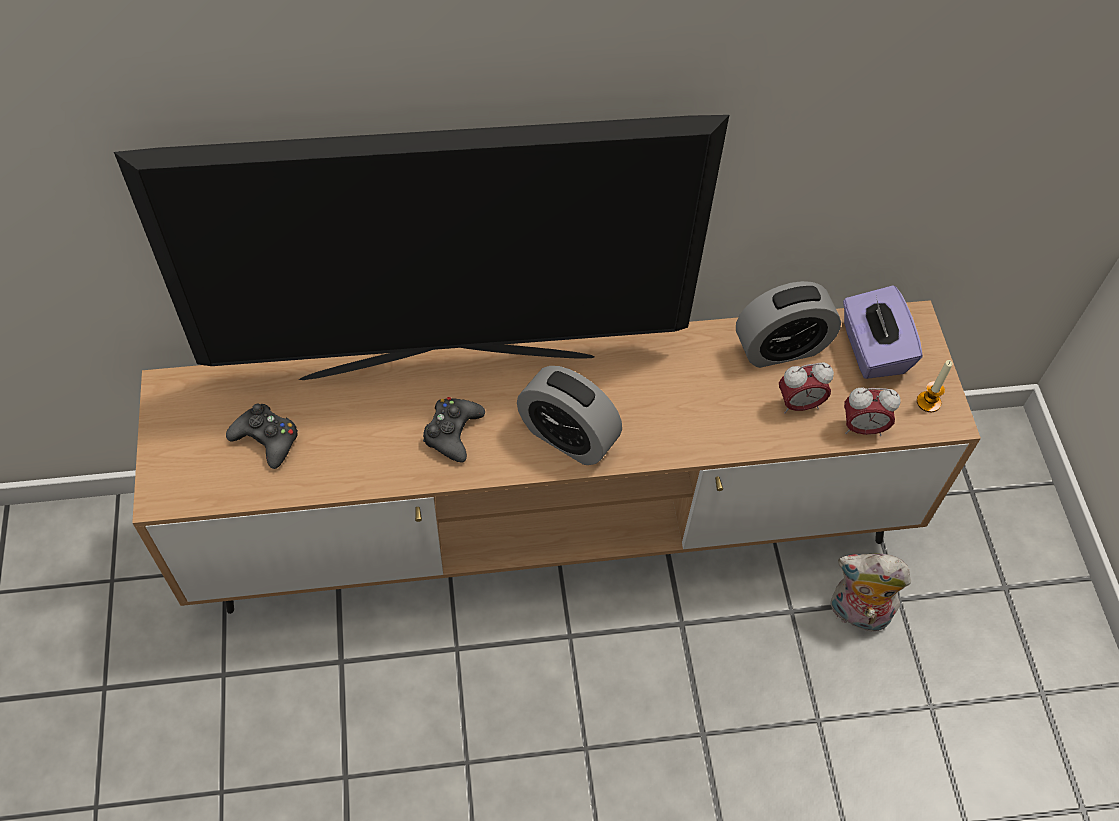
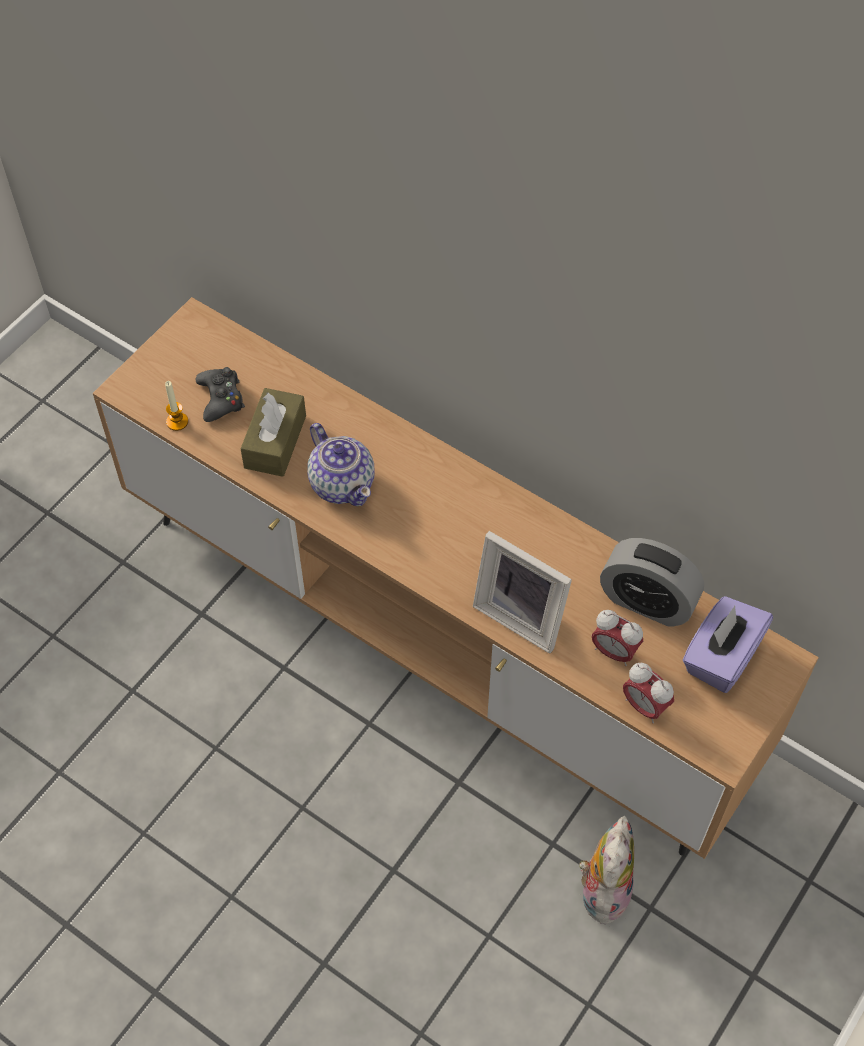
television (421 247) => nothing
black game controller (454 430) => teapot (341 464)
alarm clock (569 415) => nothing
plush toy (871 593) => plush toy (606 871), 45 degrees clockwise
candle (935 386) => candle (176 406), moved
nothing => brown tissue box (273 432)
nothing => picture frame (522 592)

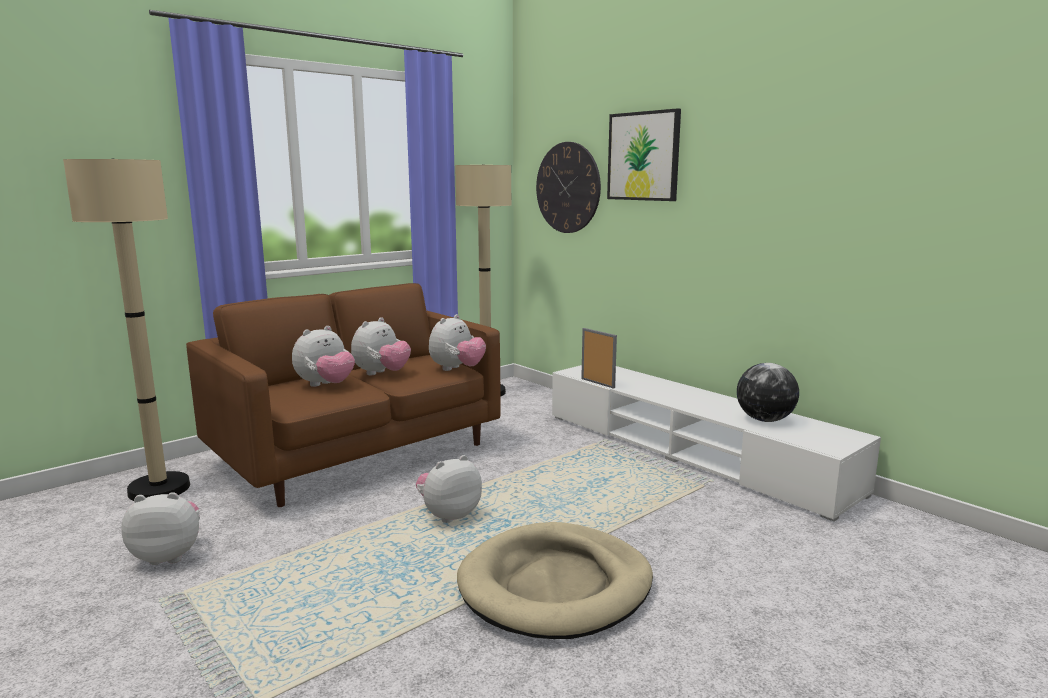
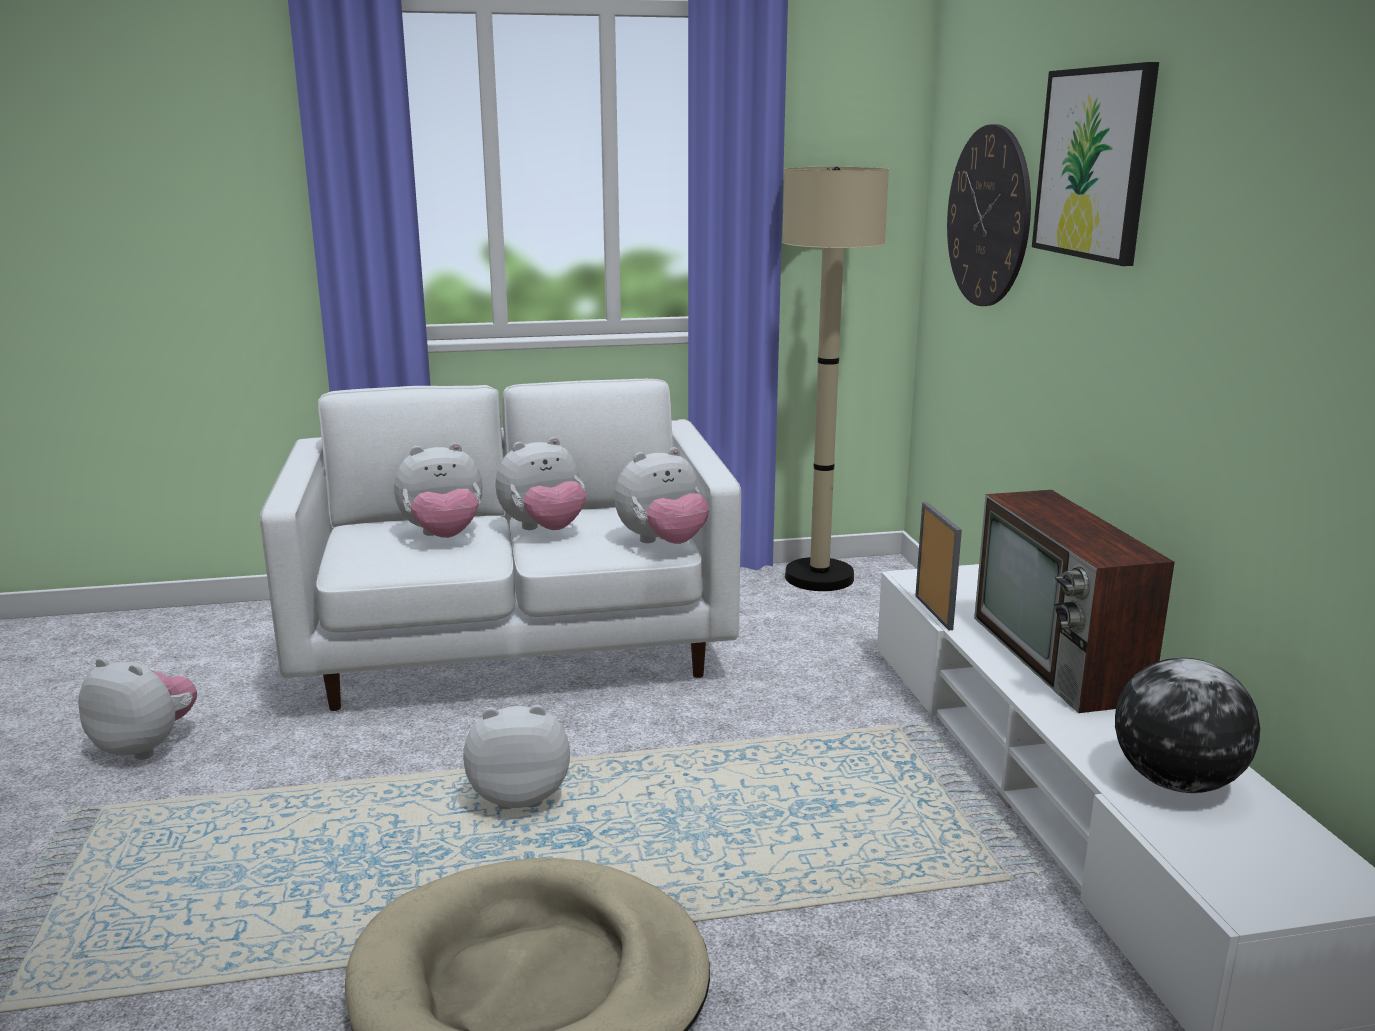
beige floor lamp (126 330) => nothing
brown sofa (343 395) => white sofa (500 545)
nothing => television (1074 601)

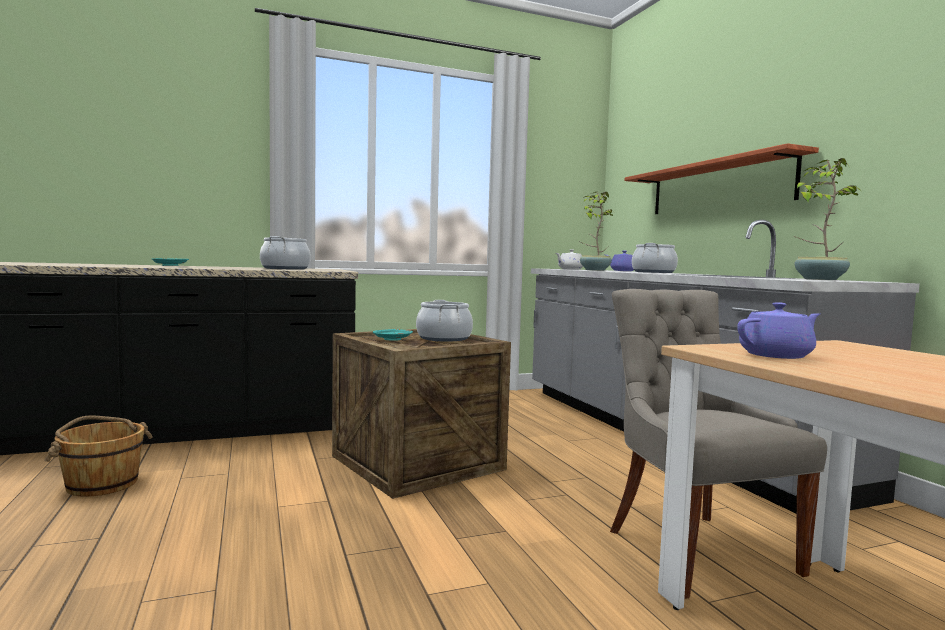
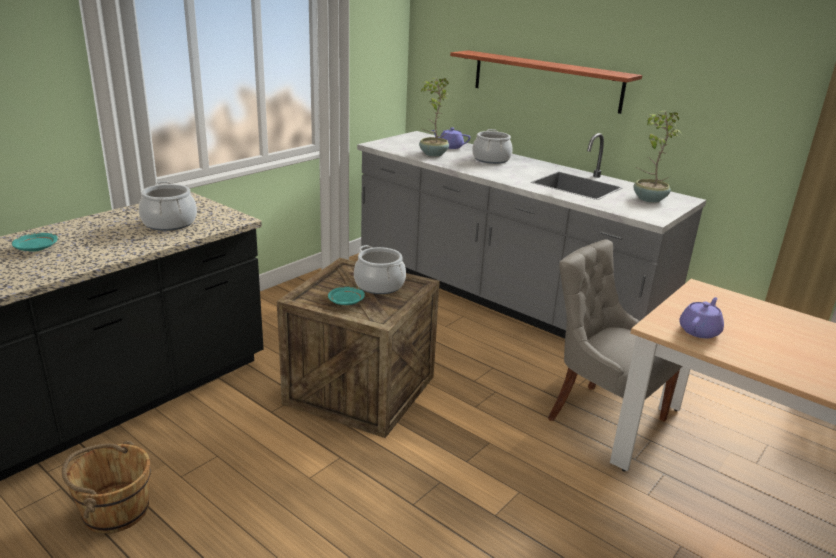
white teapot (569 259) => nothing

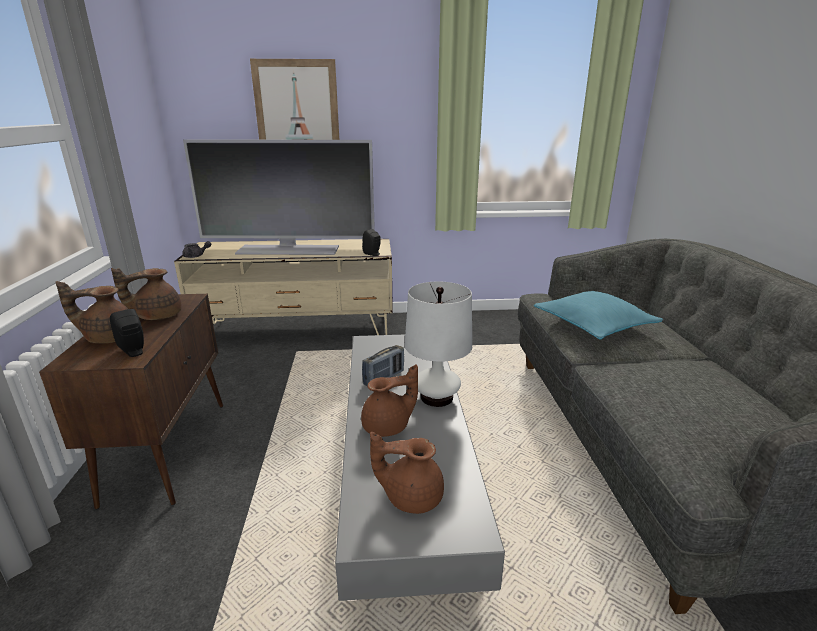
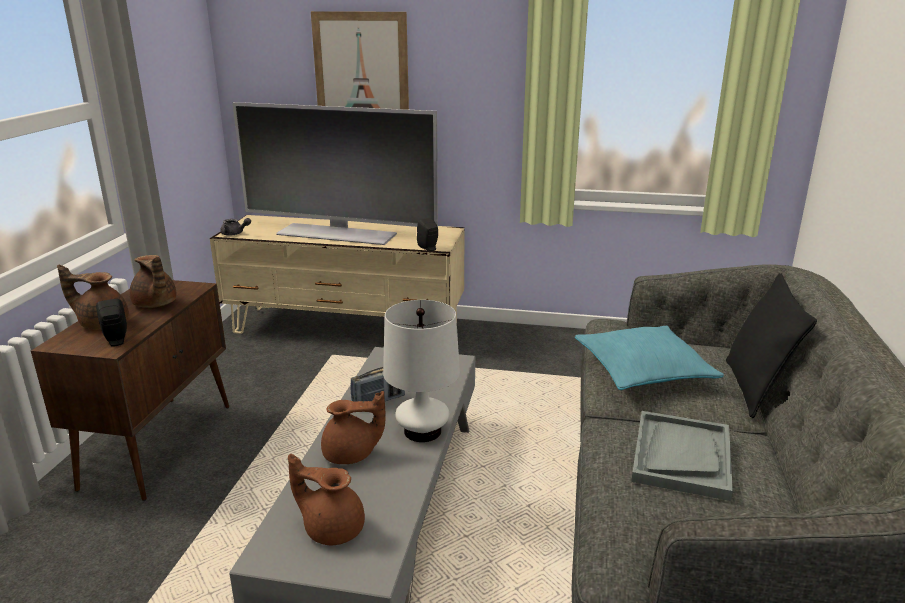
brown teapot (146 294) => brown teapot (153 281), 105 degrees counterclockwise
nothing => grey tray (682 456)
nothing => black pillow (771 345)

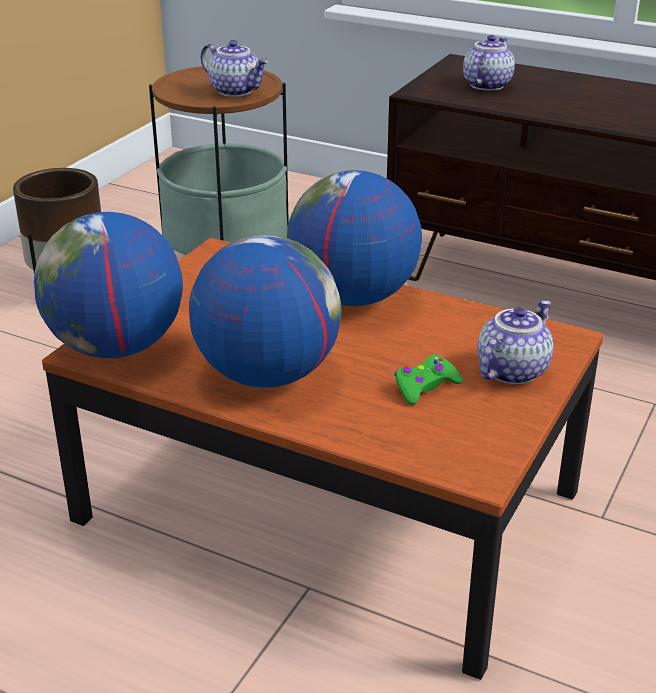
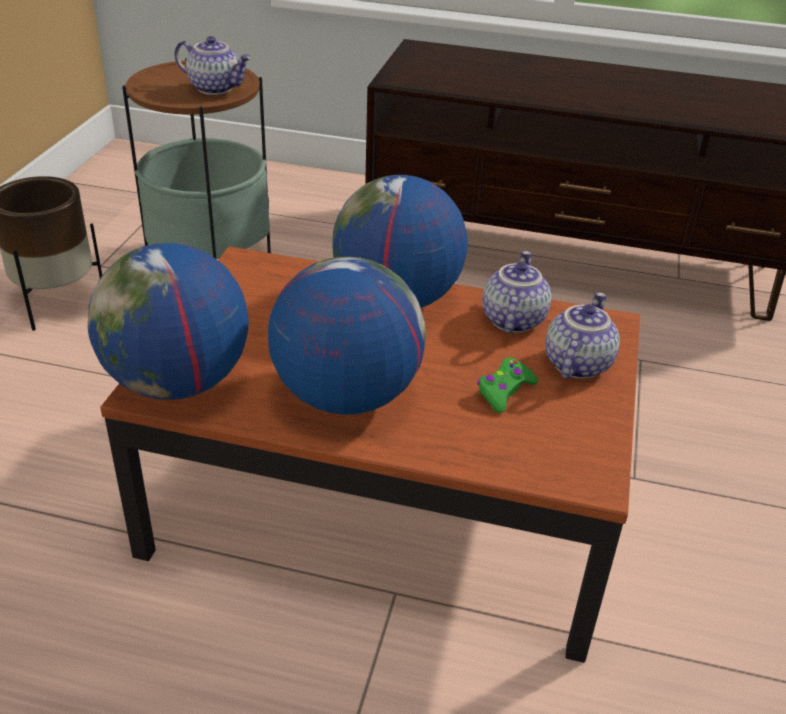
teapot (489 63) => teapot (516 292), moved

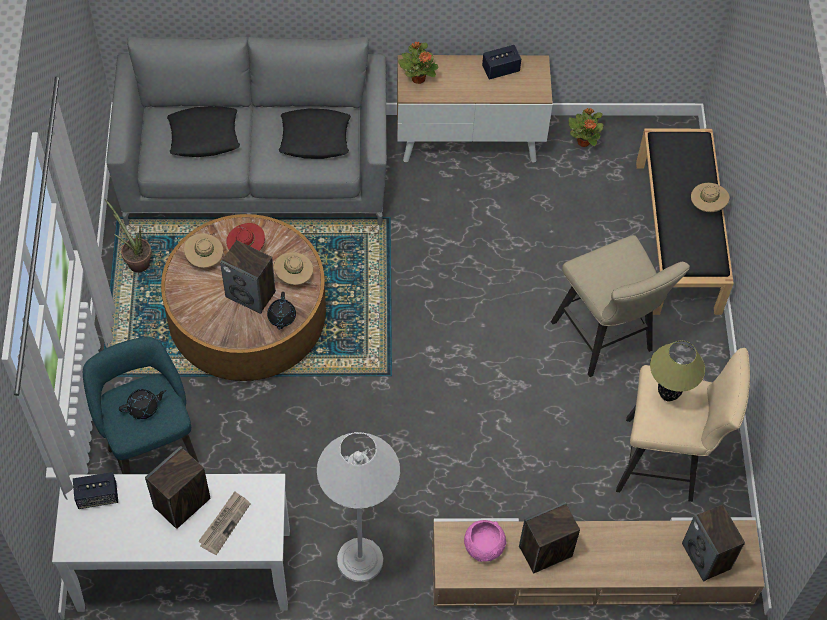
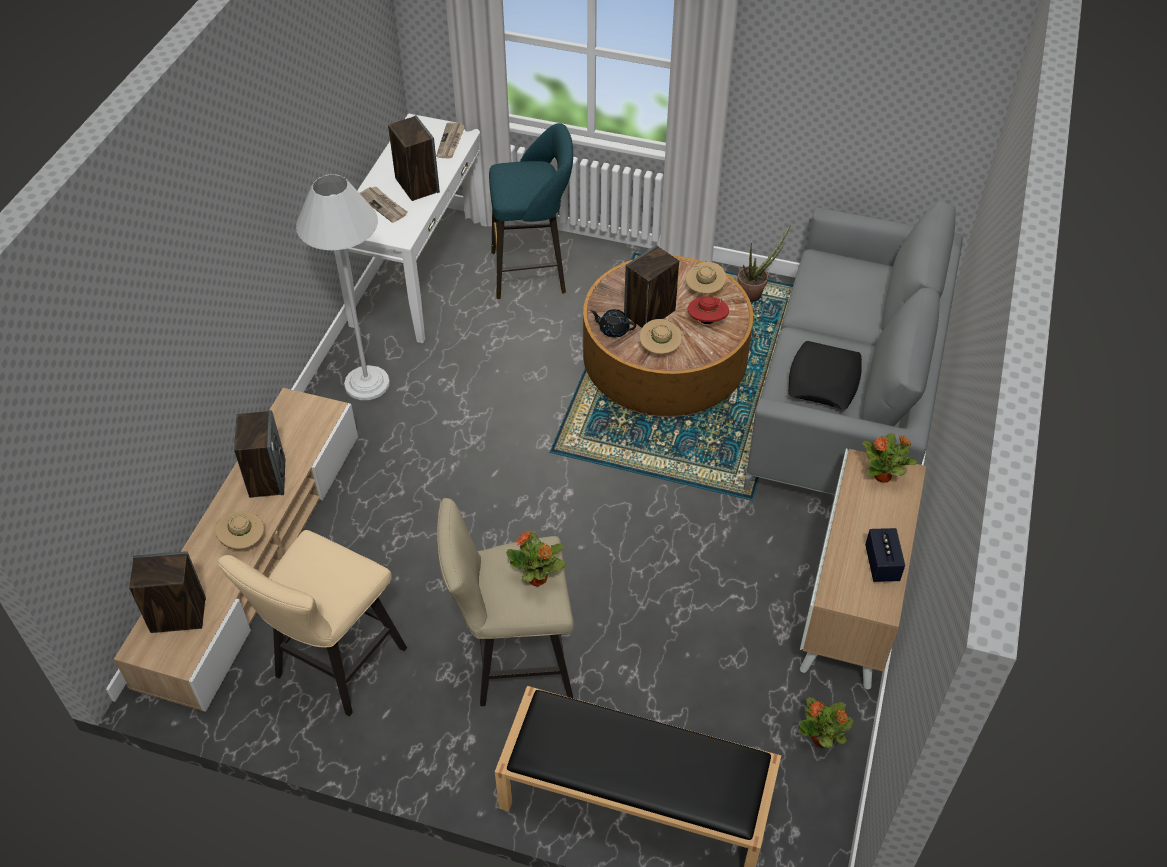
speaker (95 490) => newspaper (450 140)
black teapot (142 404) => nothing
black pillow (203 131) => nothing
pink bowl (485 541) => nothing
table lamp (677 370) => nothing
beige hat (710 197) => beige hat (239 530), moved
nothing => potted plant (536 558)

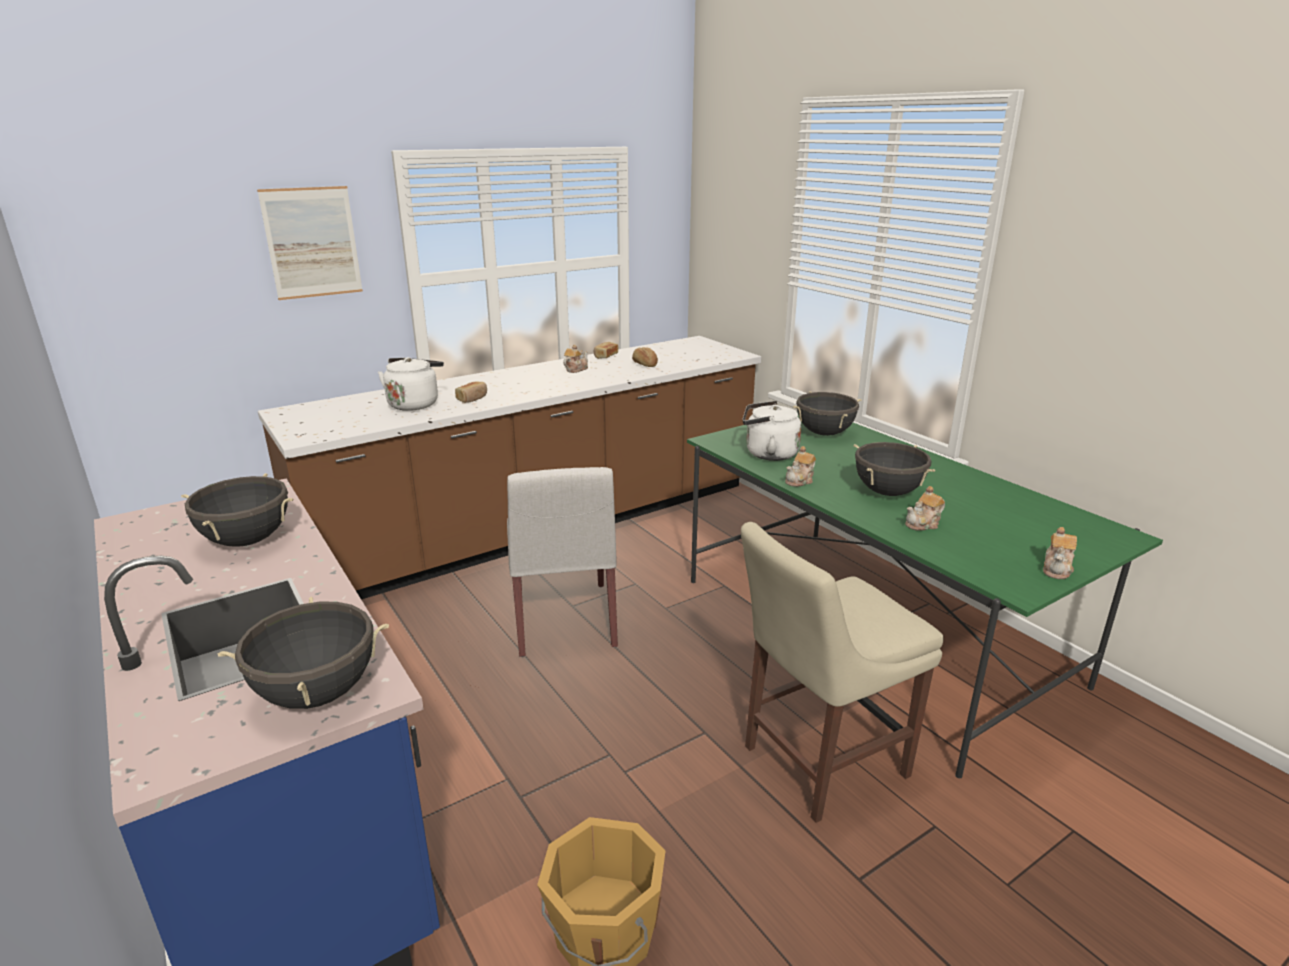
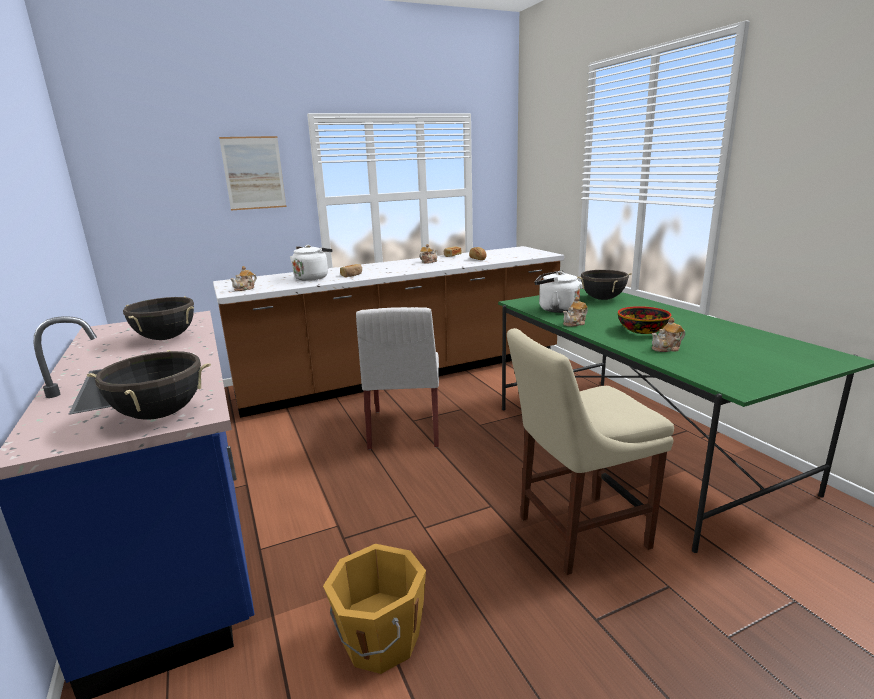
black cooking pot (894 469) => bowl (644 320)
teapot (1060 553) => teapot (243 278), moved

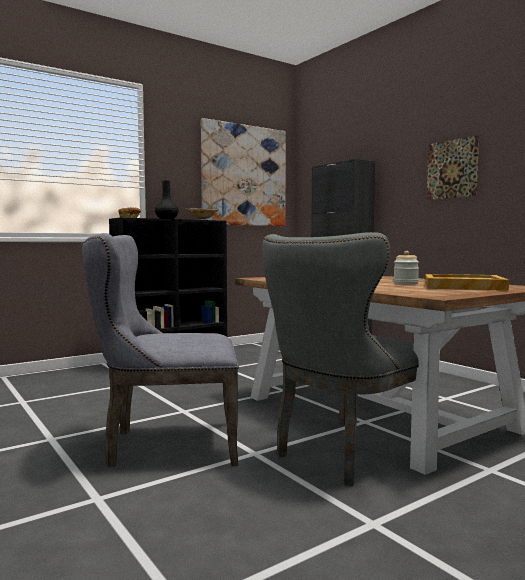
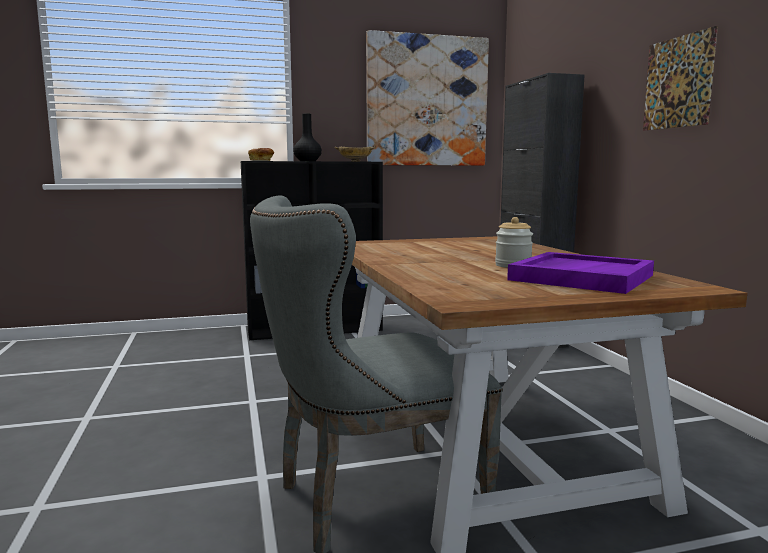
grey chair (160 350) => nothing
beige tray (467 282) => purple tray (580 273)

